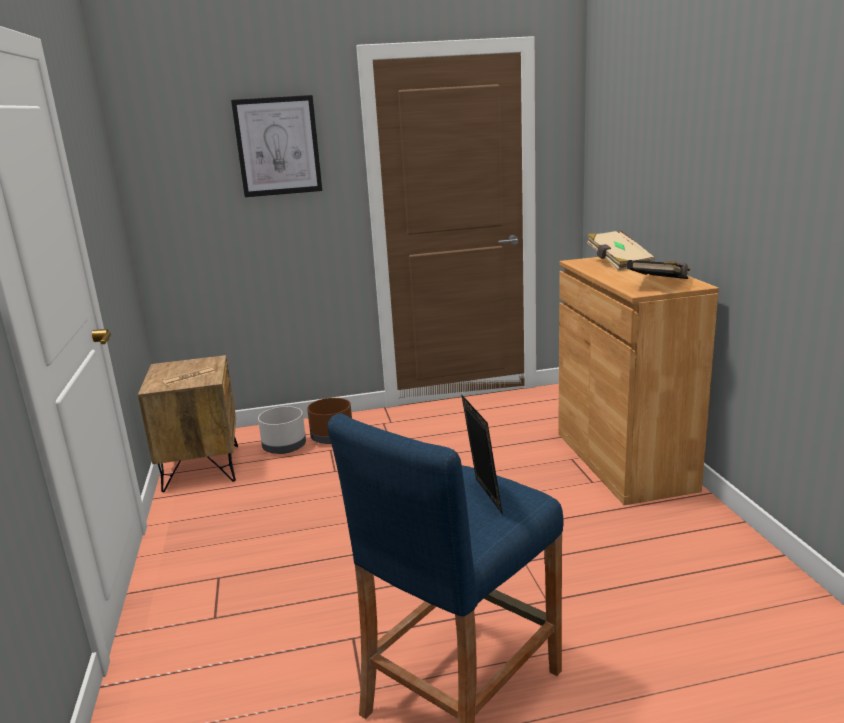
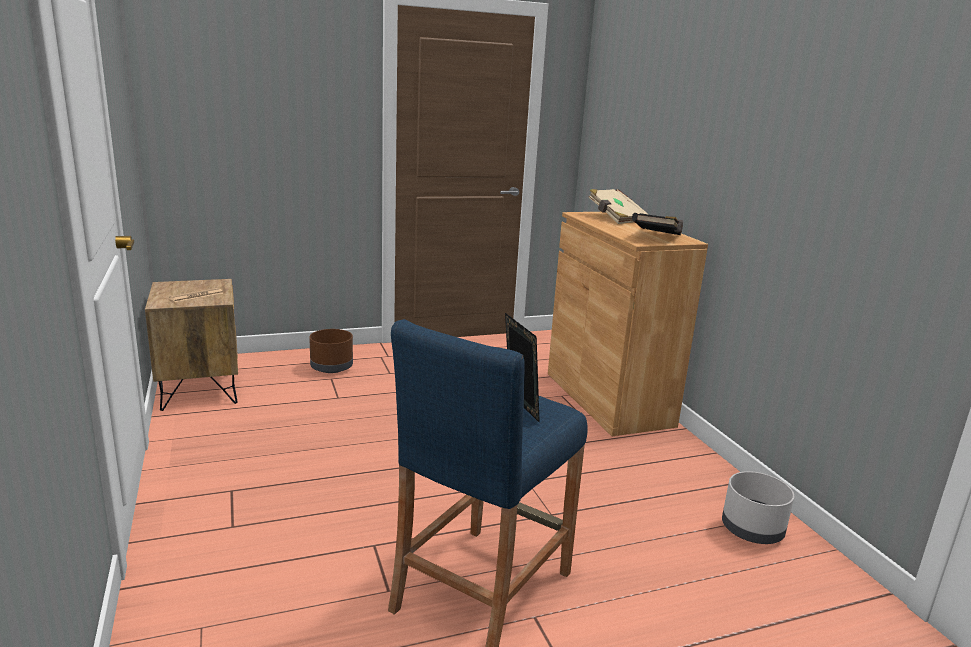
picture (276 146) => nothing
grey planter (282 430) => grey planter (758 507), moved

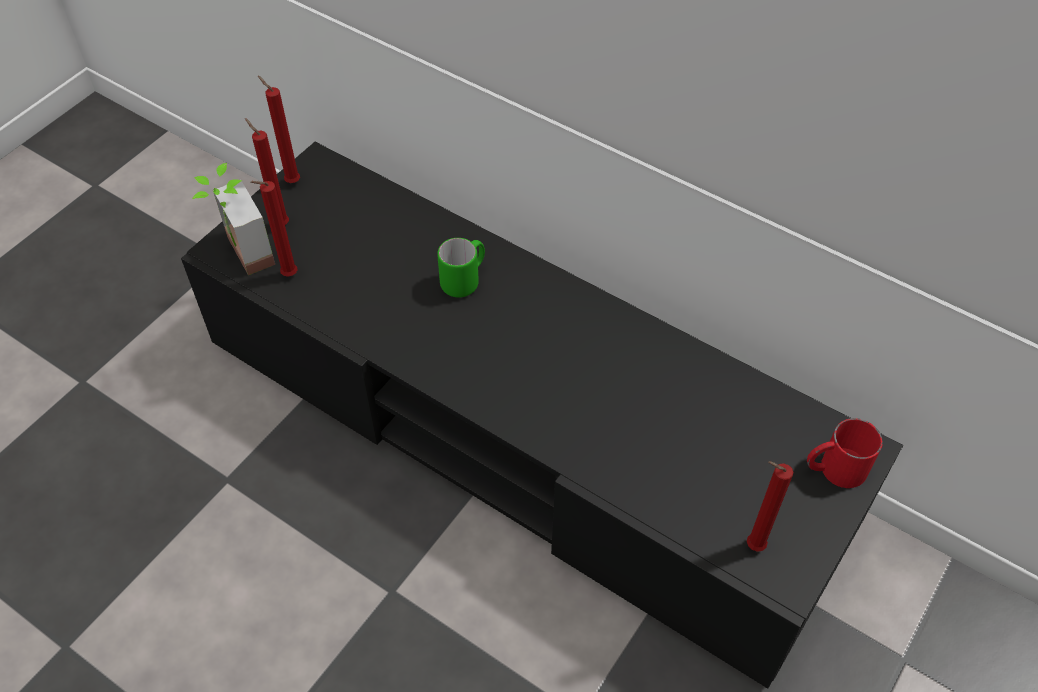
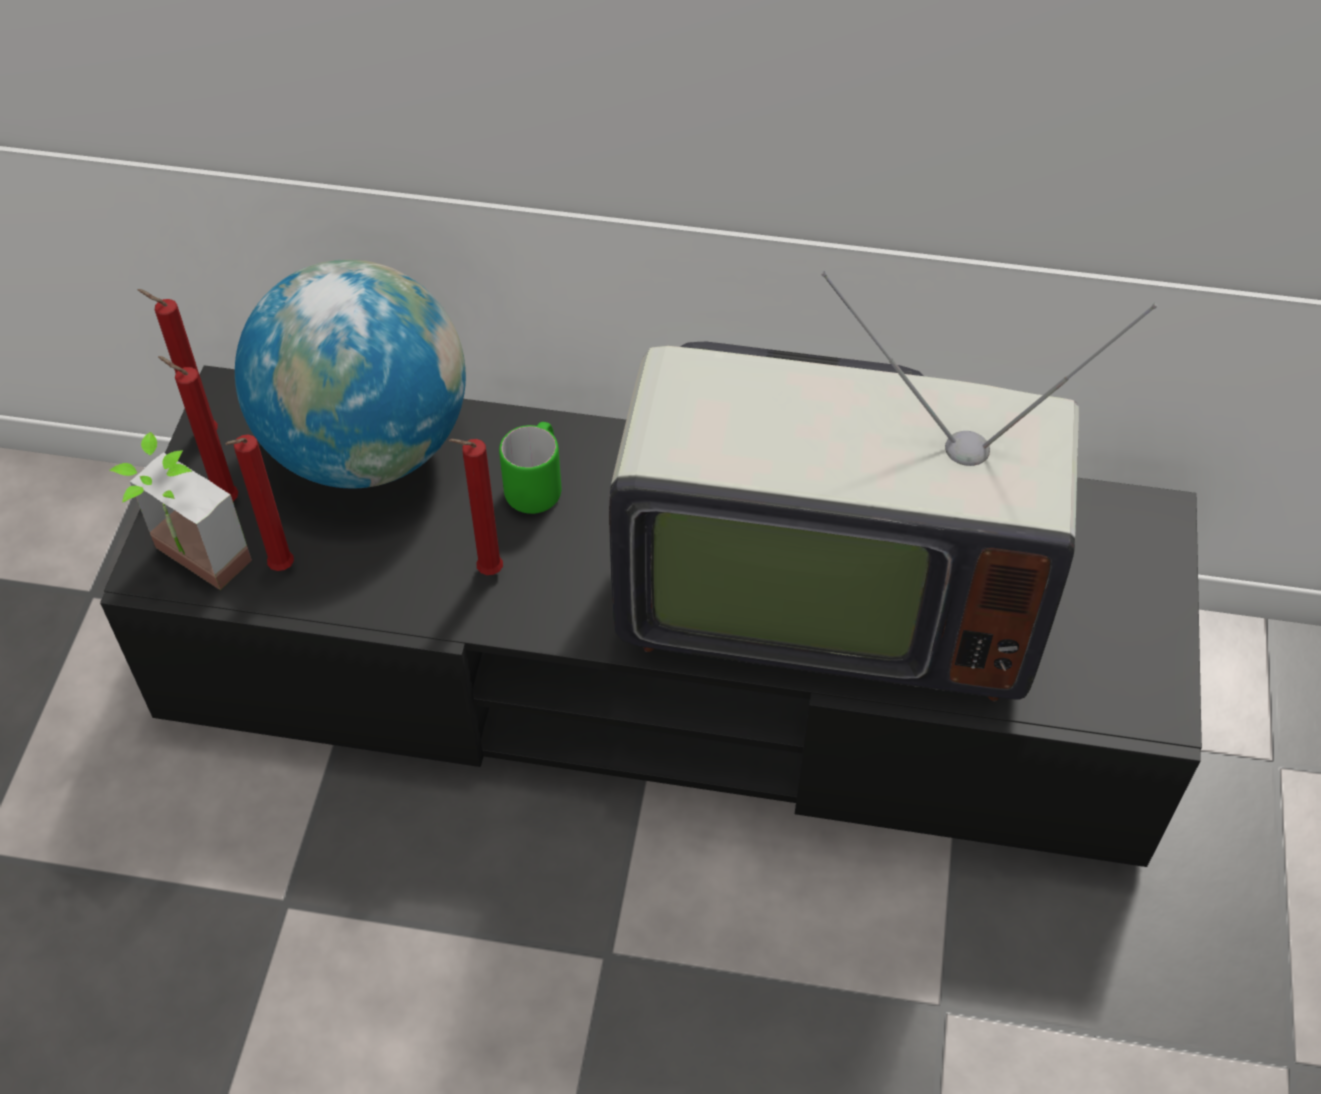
red candle (770 506) => red candle (475 507), moved
red mug (845 453) => nothing
nothing => globe (350 374)
nothing => television (883 486)

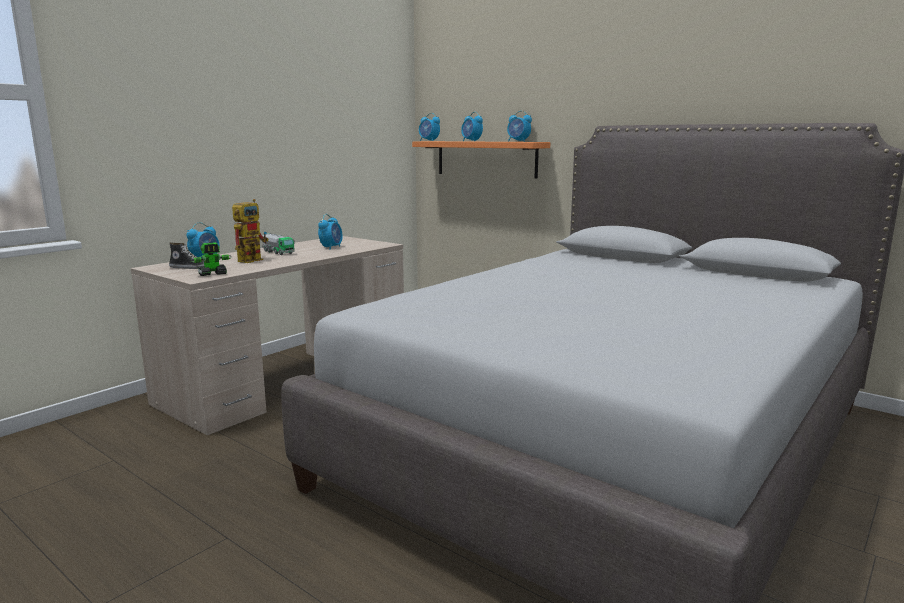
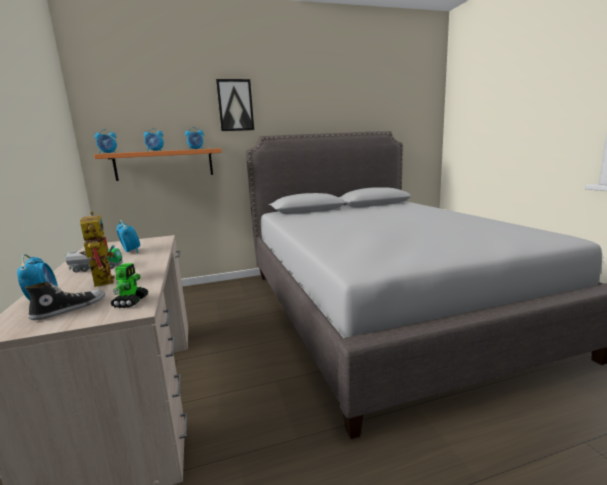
nothing => picture (235 105)

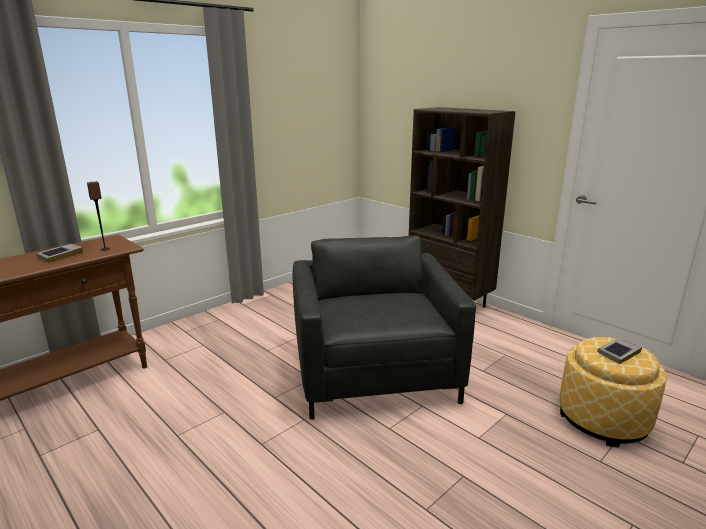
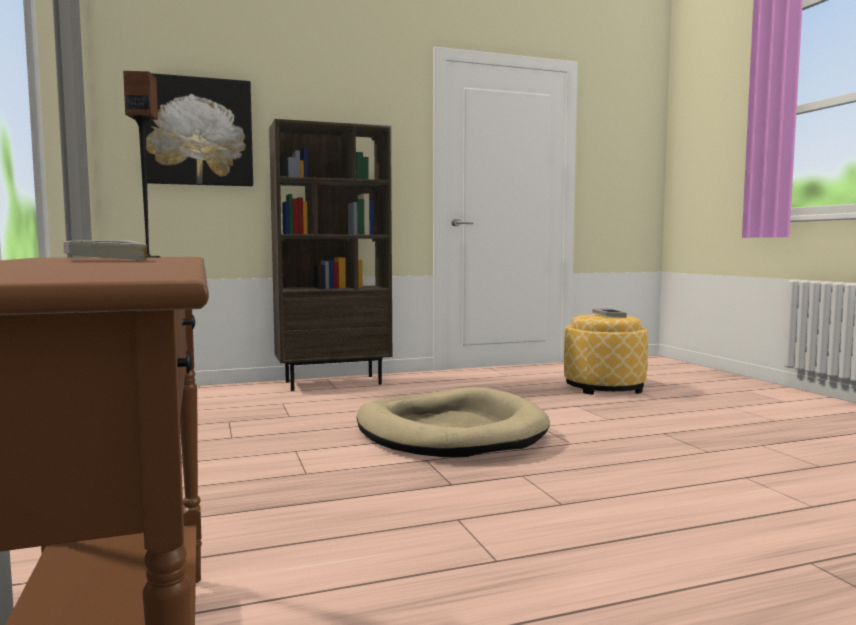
grey armchair (384 327) => beige dog bed (453 422)
nothing => picture (199 129)

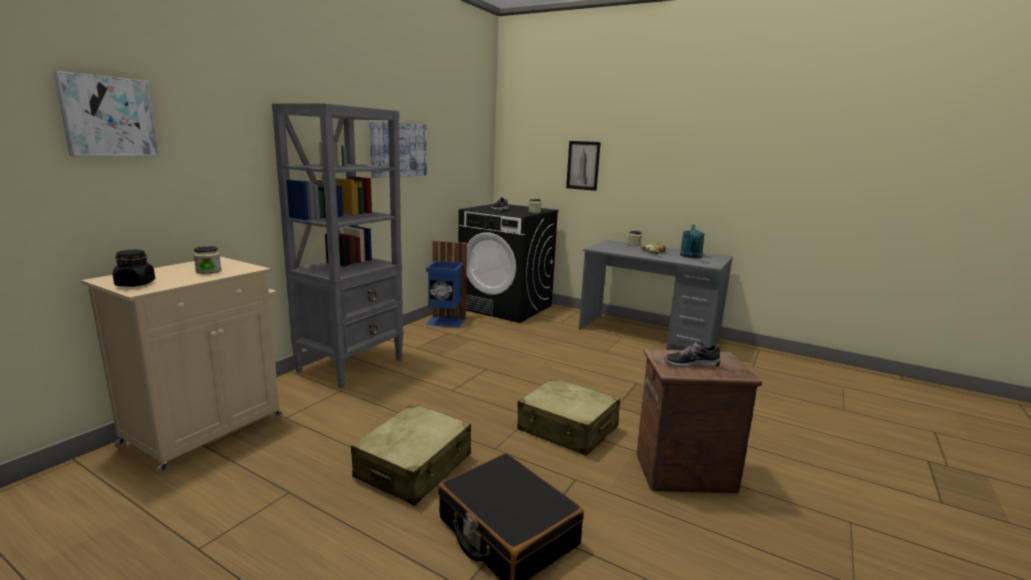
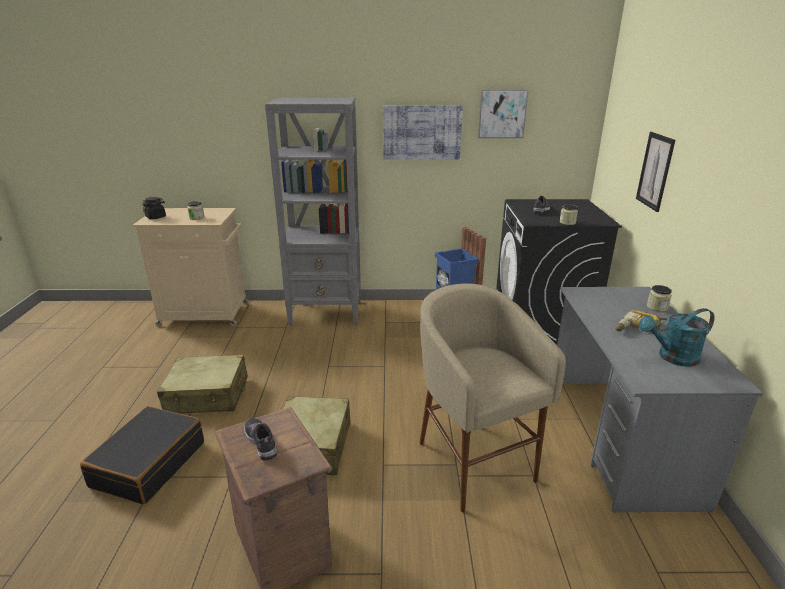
picture (106 113) => picture (503 114), moved
nothing => beige stool (492 398)

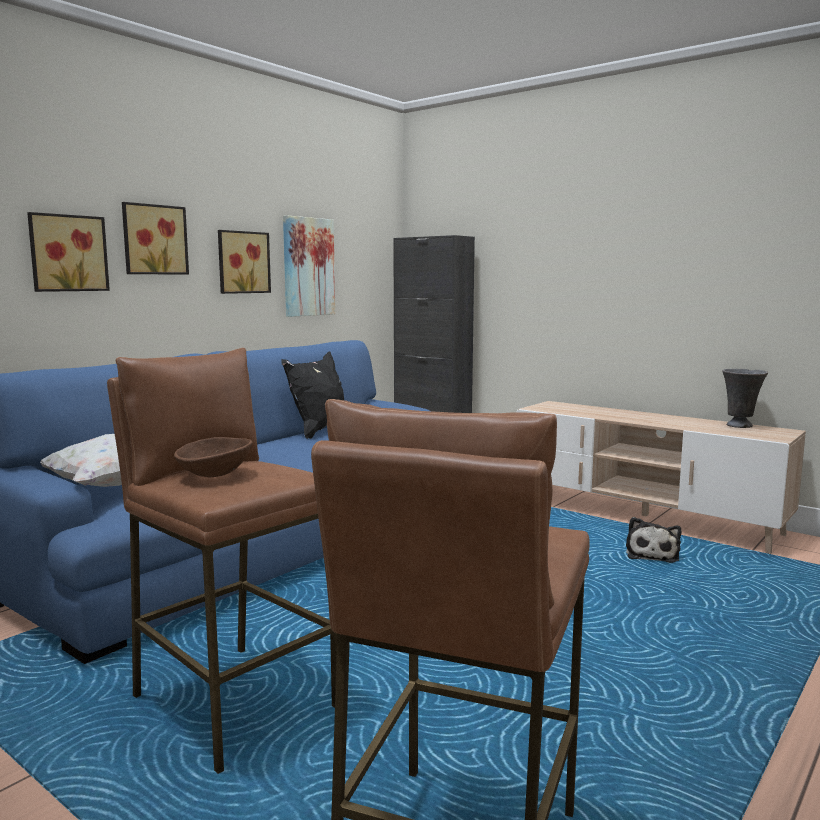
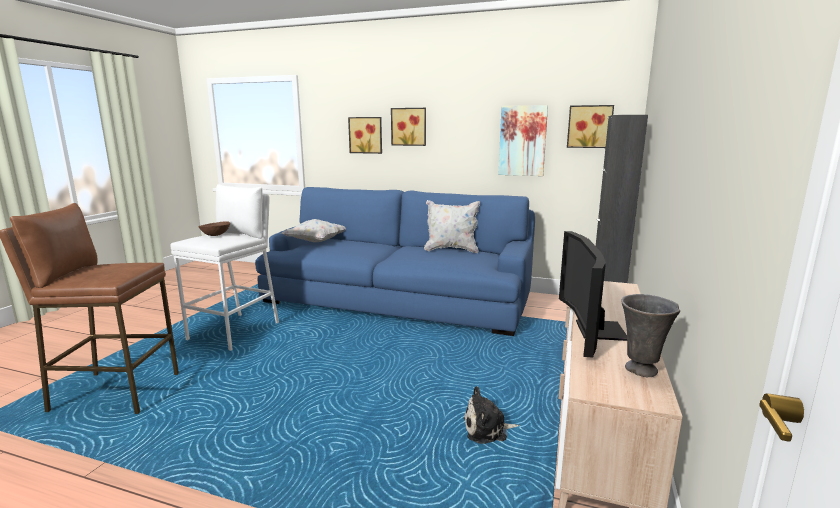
brown stool (222 561) => white stool (225 267)
picture (244 262) => picture (590 126), moved
black pillow (312 395) => white pillow (452 226)
nothing => television (593 294)

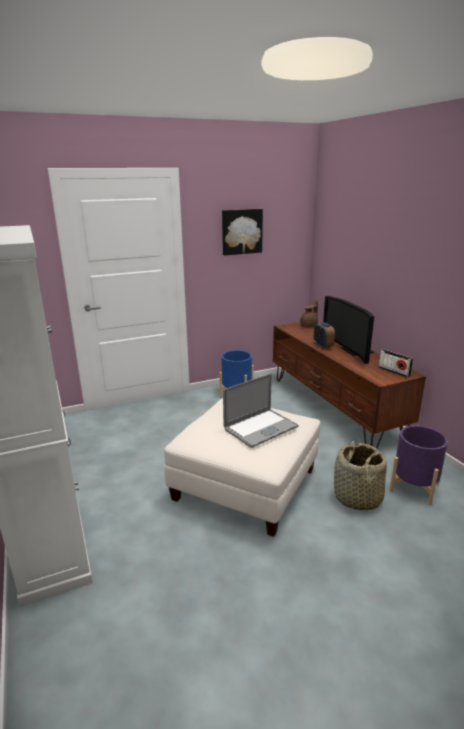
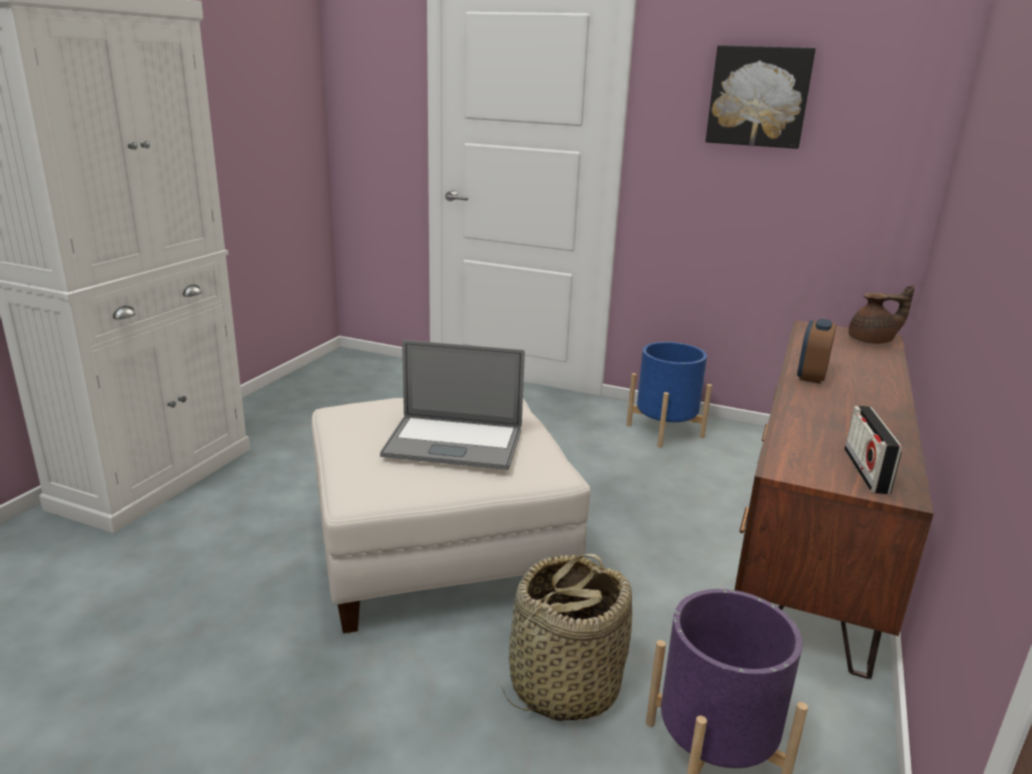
television (348 330) => nothing

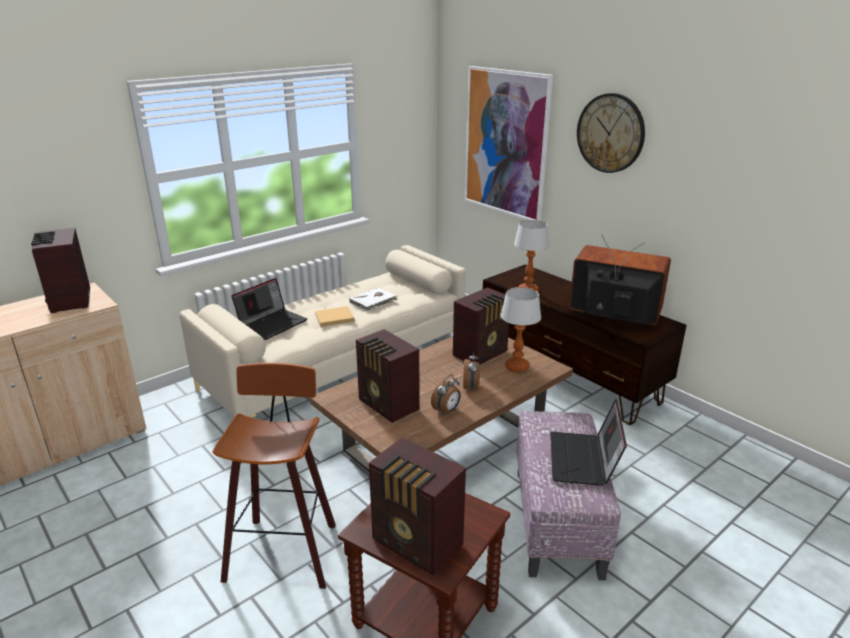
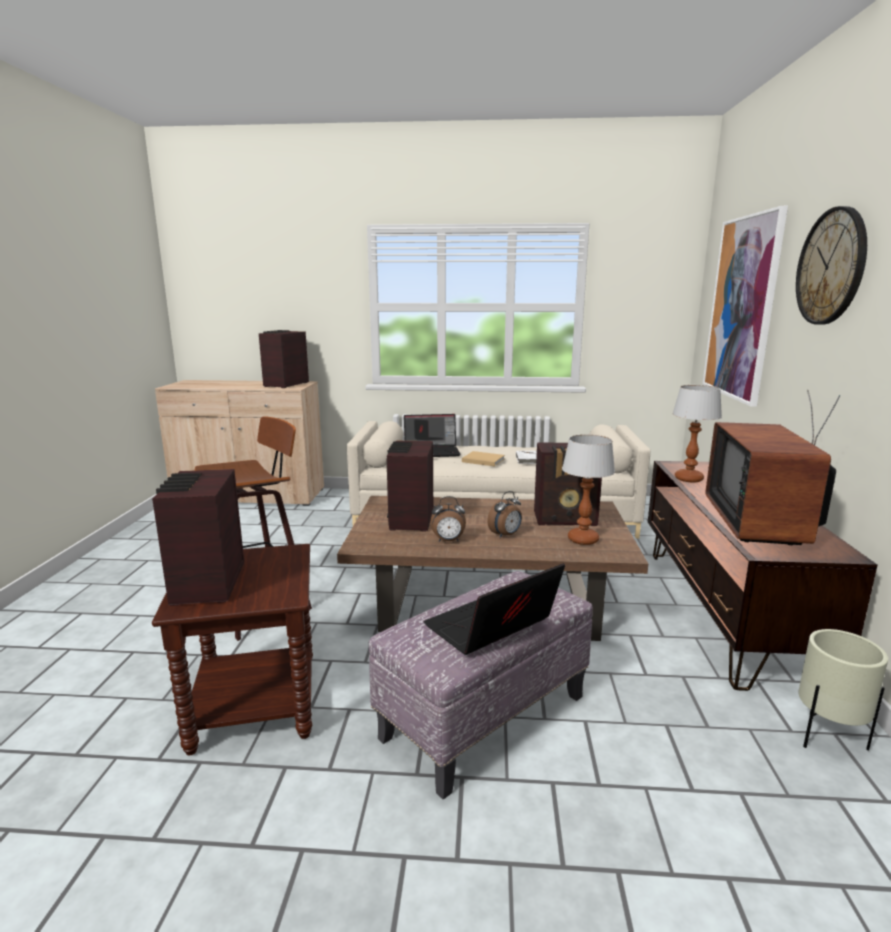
television (620 280) => television (773 467), 150 degrees counterclockwise
nothing => beige planter (843 690)

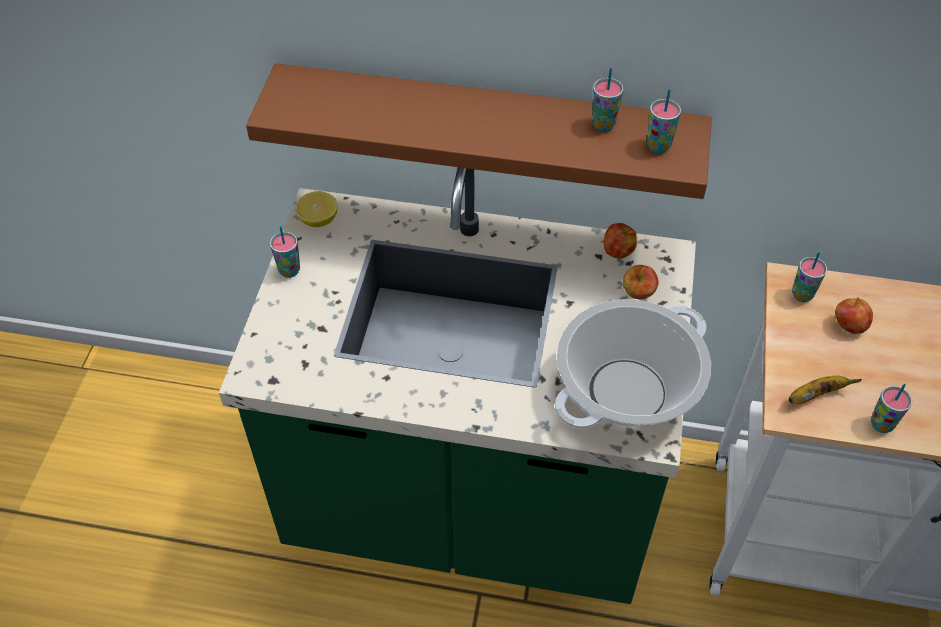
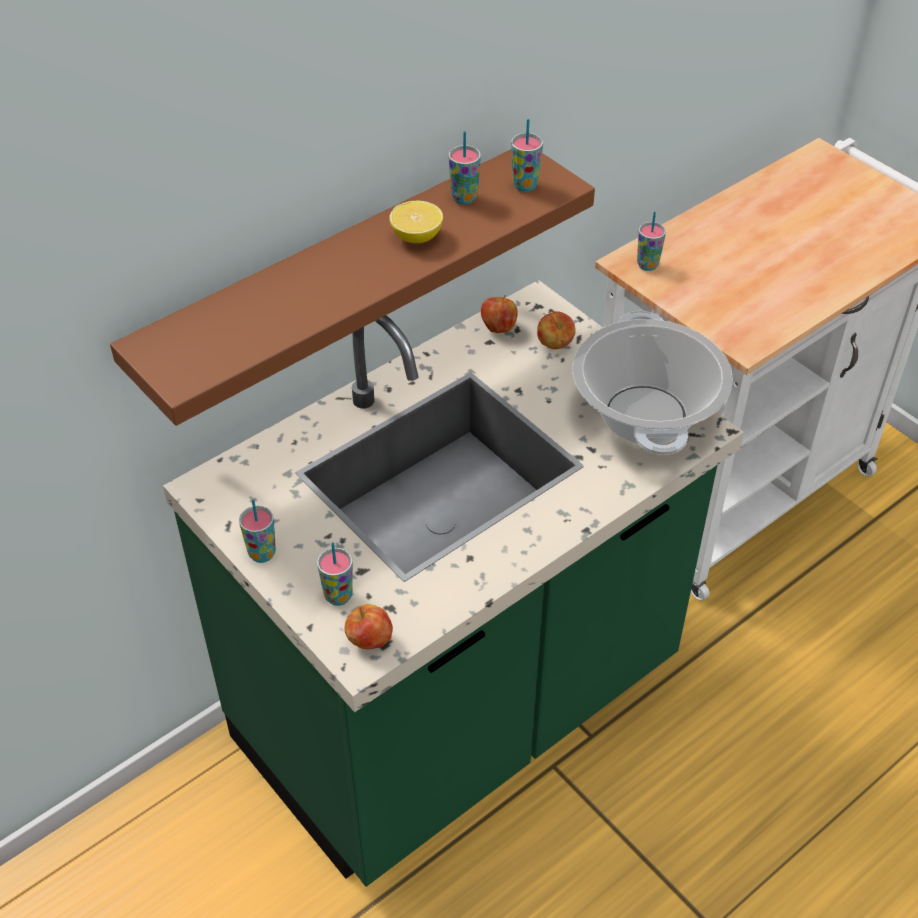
lemon (316 209) => lemon (416 222), moved
banana (825 390) => nothing
apple (854 316) => apple (368 627), moved
cup (891 408) => cup (335 574), moved

